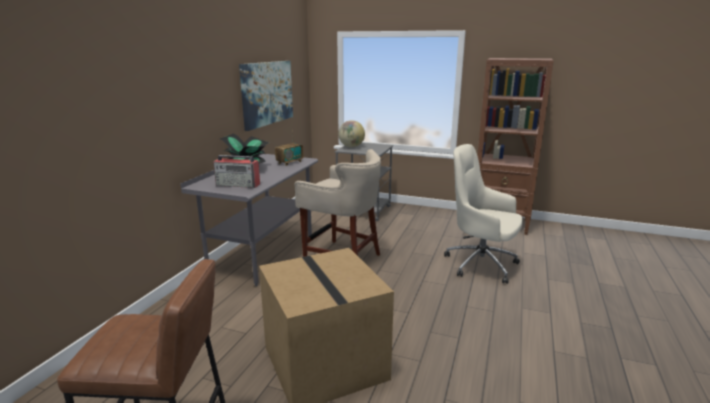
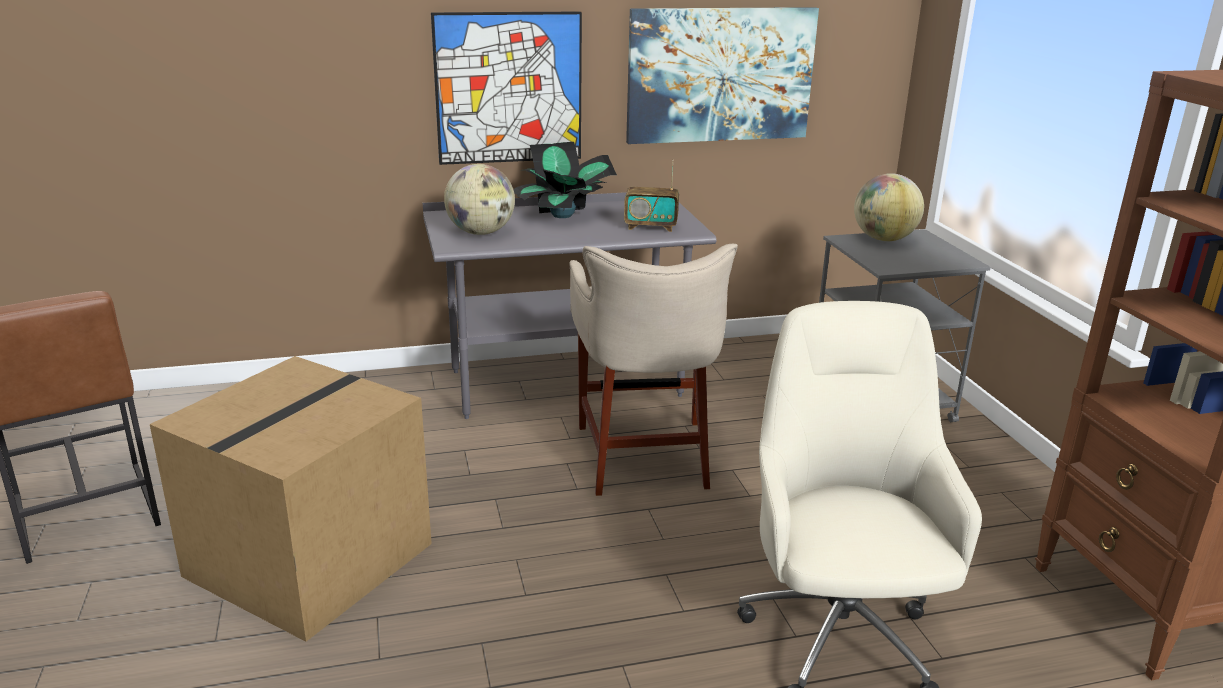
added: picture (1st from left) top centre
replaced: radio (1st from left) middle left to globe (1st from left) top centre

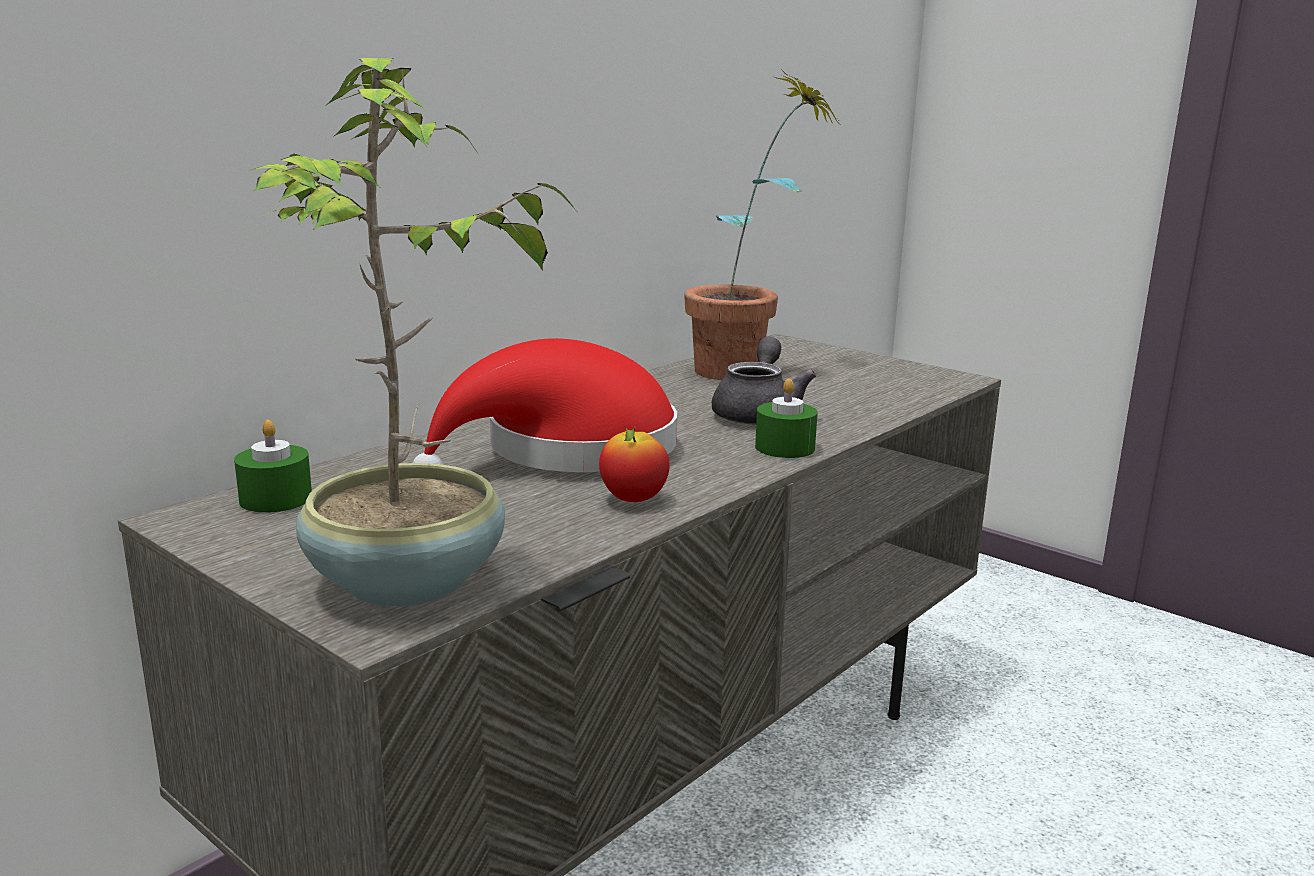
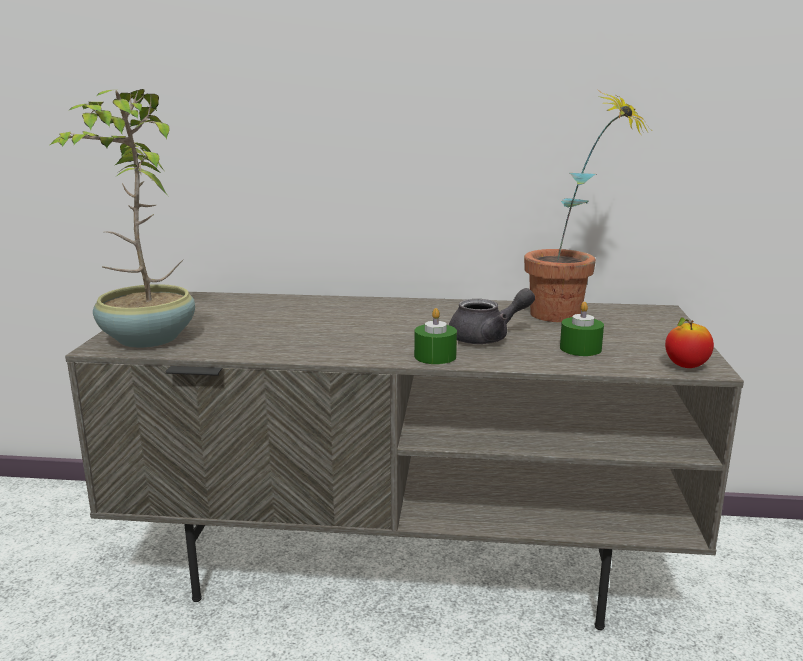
removed: red hat centre
moved: green candle (1st from left in the first image) middle left to green candle (2nd from left) middle right; apple centre to middle right

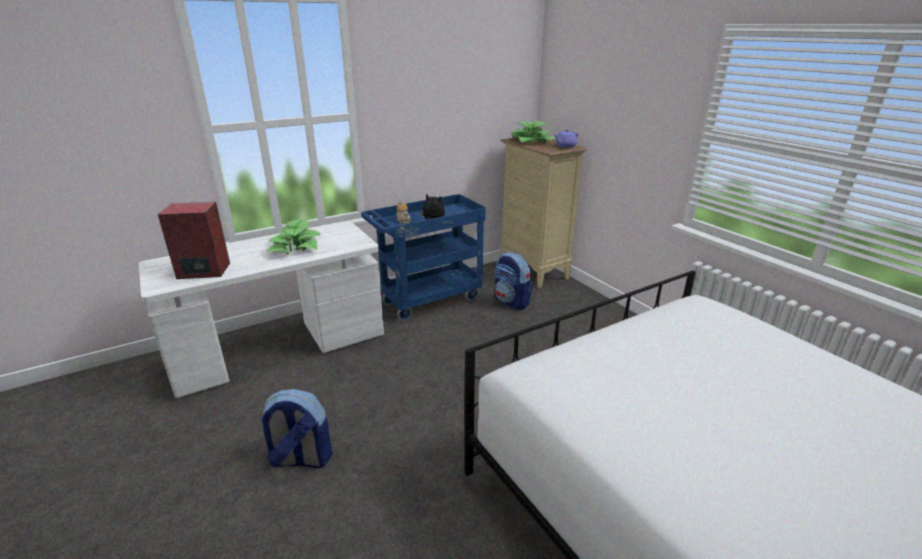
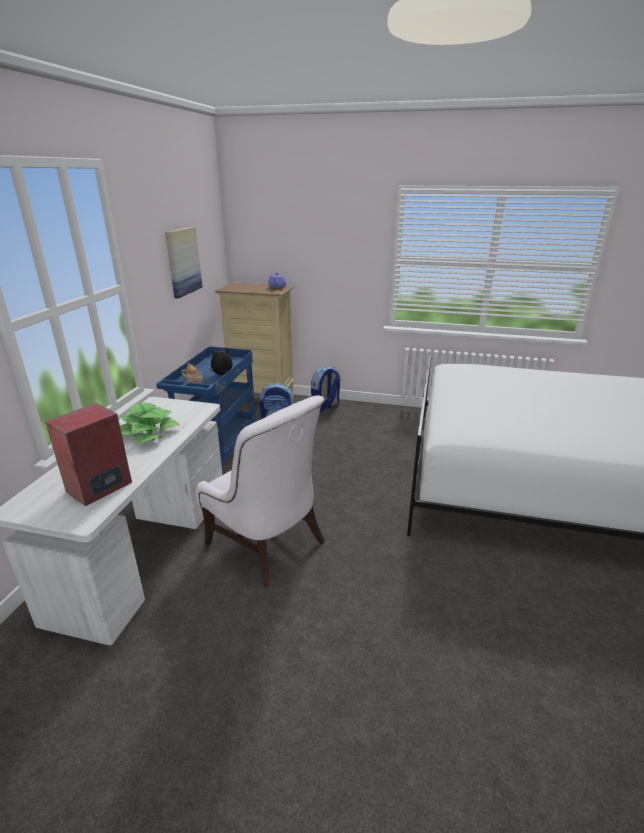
removed: potted plant (2nd from left) top centre
added: picture top left; white chair centre
moved: backpack (1st from left in the first image) bottom left to backpack (2nd from left) centre

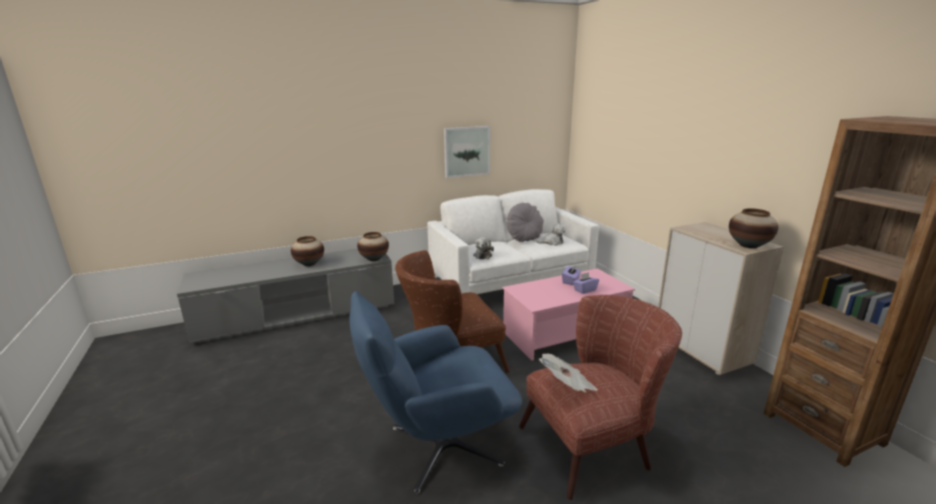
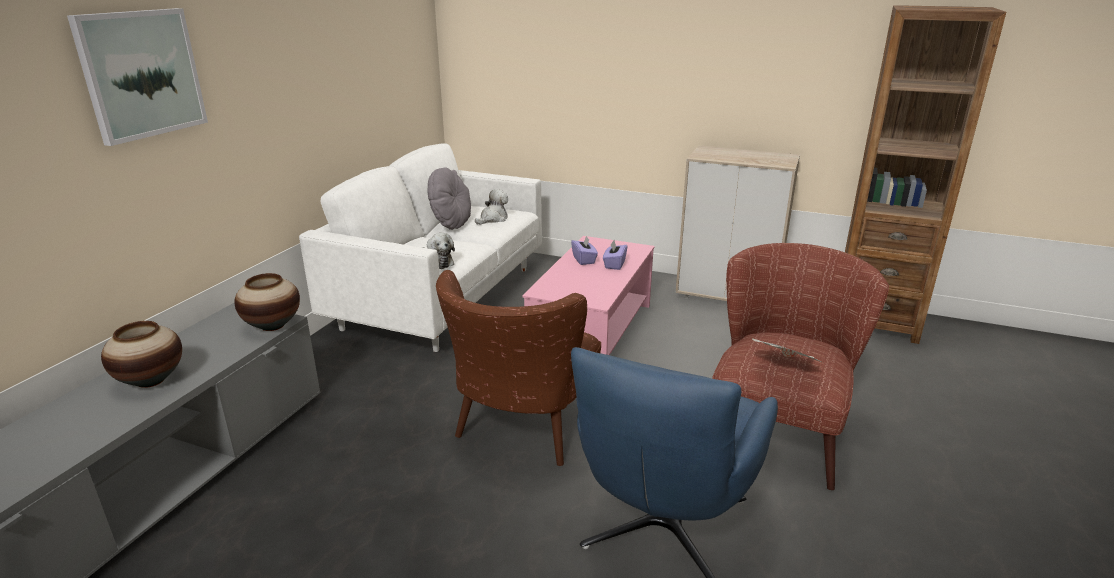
removed: vase (3rd from left) middle right
moved: picture top centre to top left

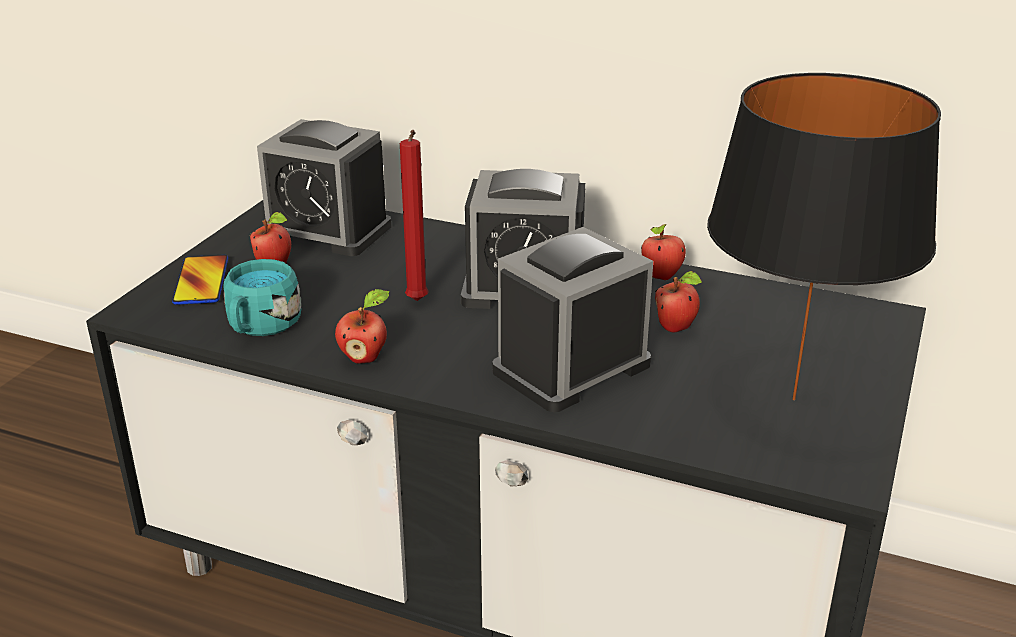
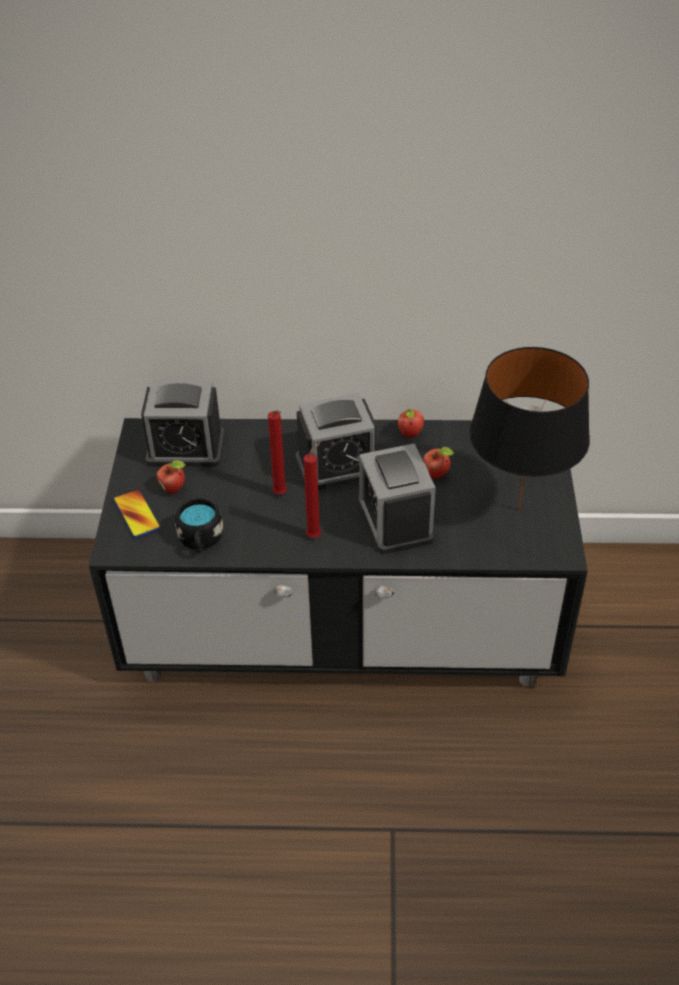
removed: apple (2nd from left) centre
added: red candle (2nd from left) centre
recoloured: turquoise mug middle left to black mug middle left
turned: alarm clock (3rd from left) centre = centre 45 degrees counterclockwise

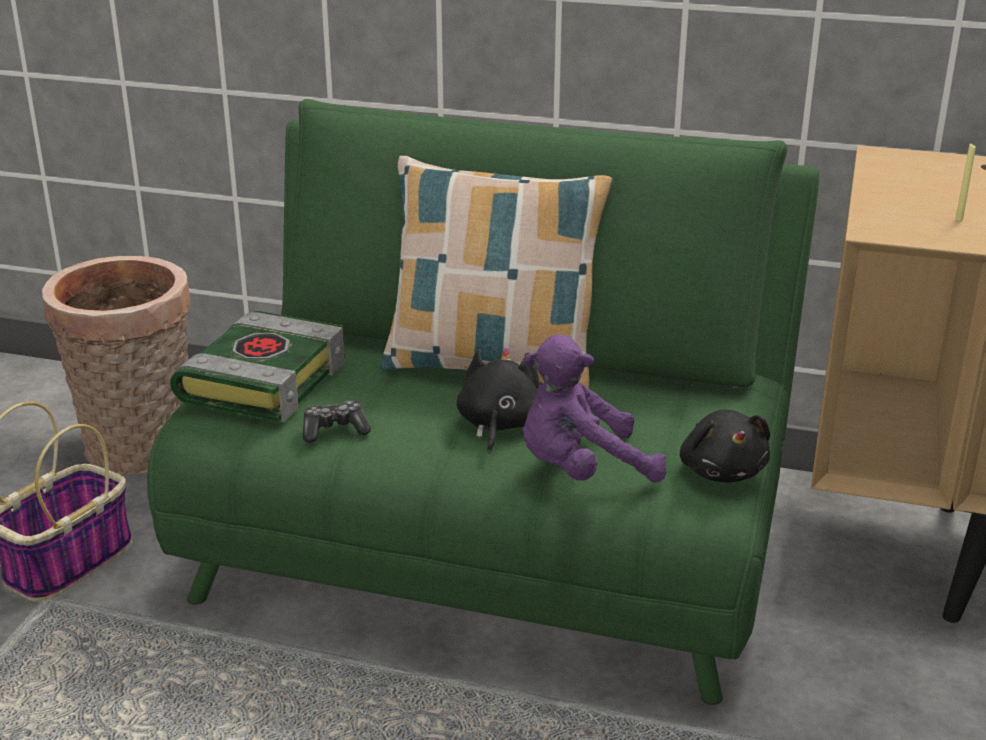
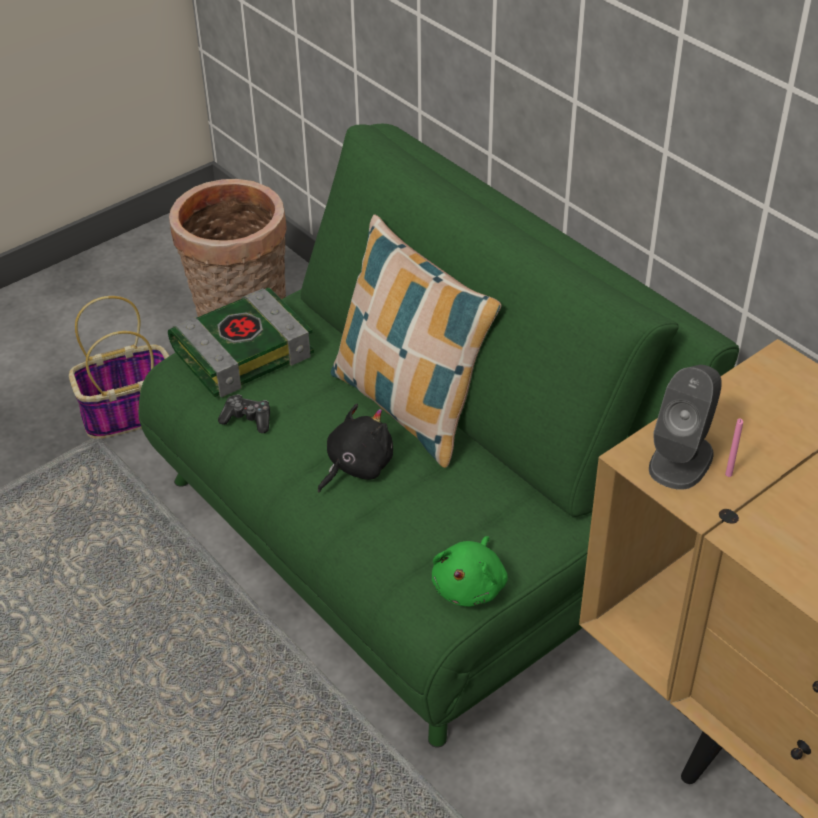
removed: purple plush toy centre
added: grey speaker middle right
recoloured: yellow candle top right to pink candle middle right; black plush toy (2nd from left) middle right to green plush toy bottom centre

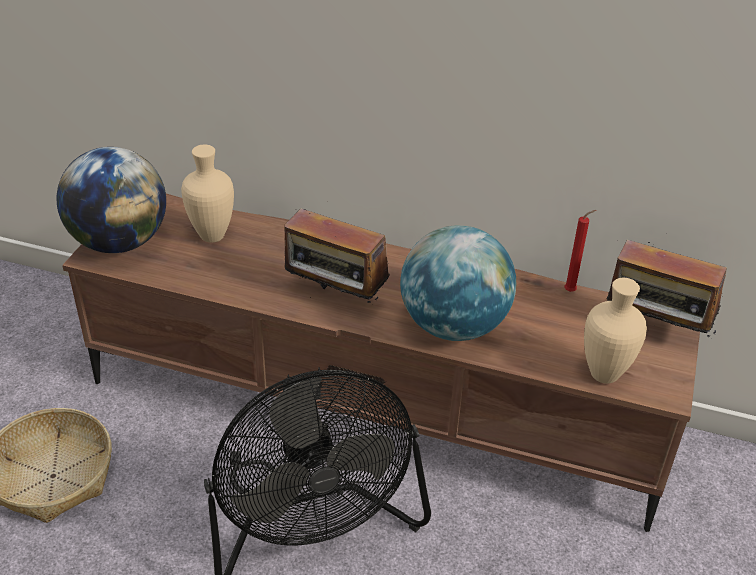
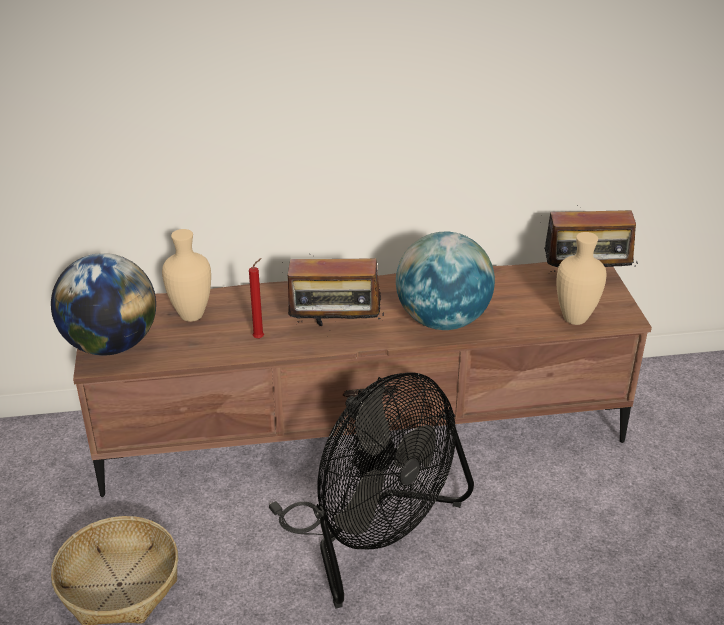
moved: red candle middle right to centre

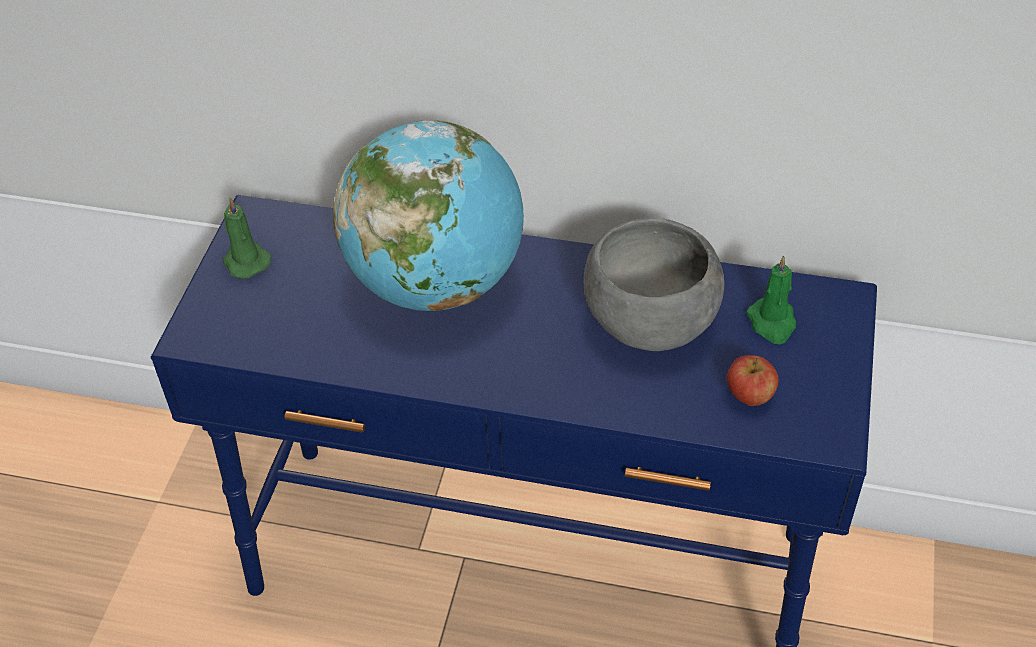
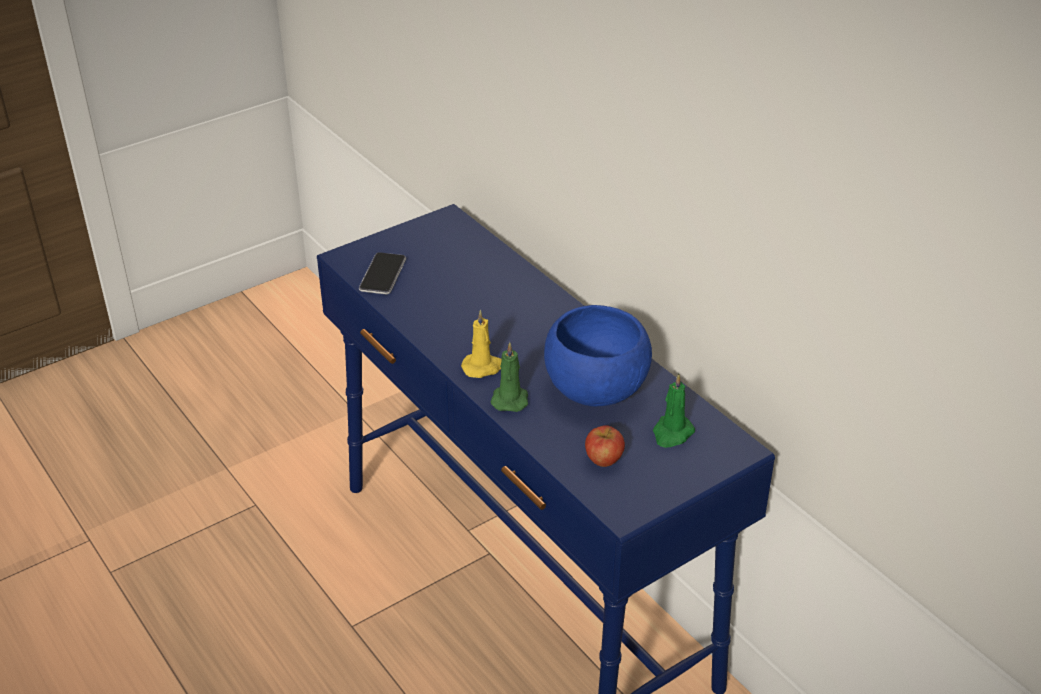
removed: globe top centre
added: phone centre; yellow candle centre
moved: green candle (1st from left) middle left to centre
recoloured: grey bowl centre to blue bowl centre

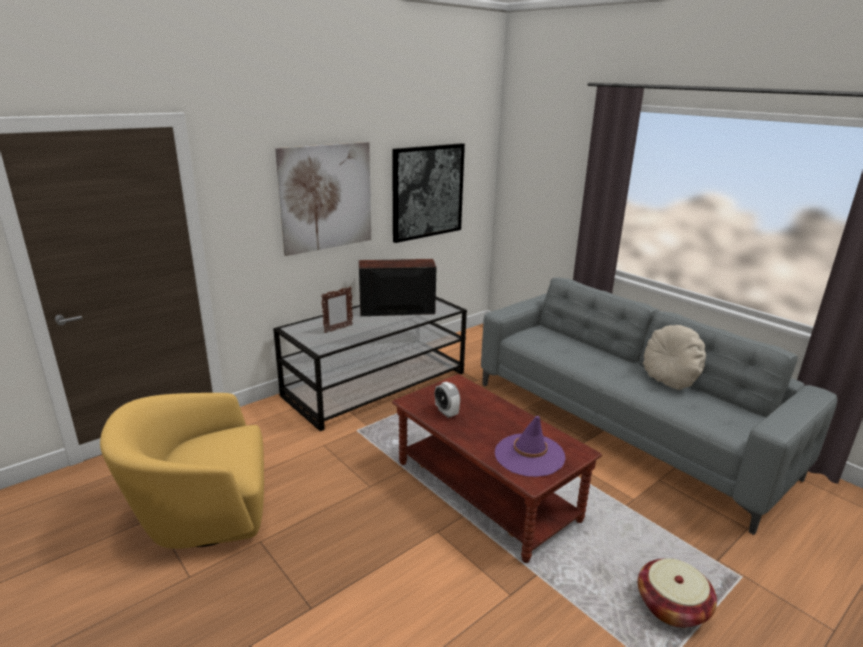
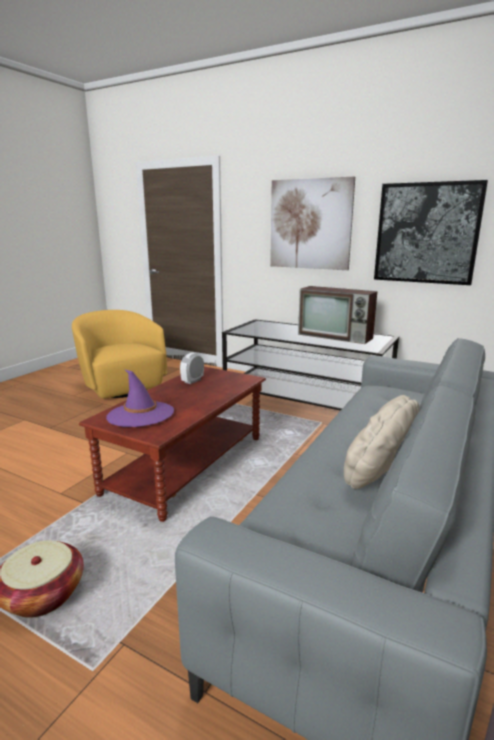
removed: picture frame centre
turned: television centre = middle right 150 degrees clockwise

